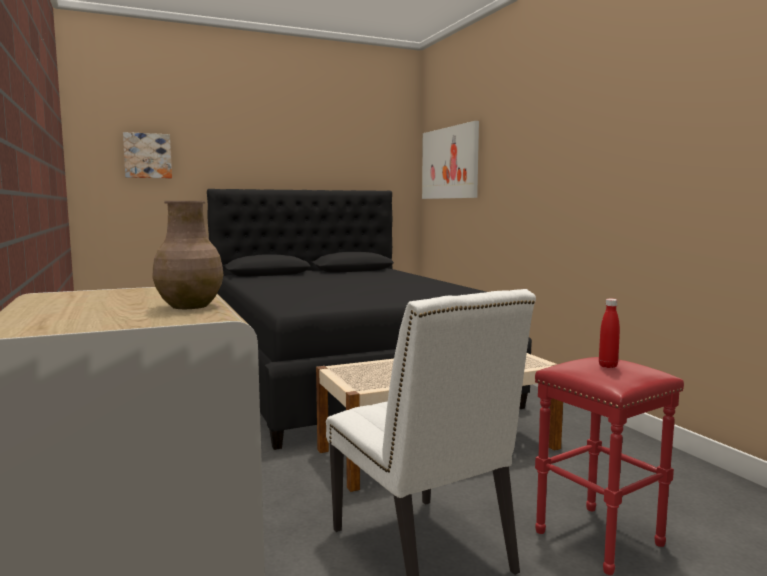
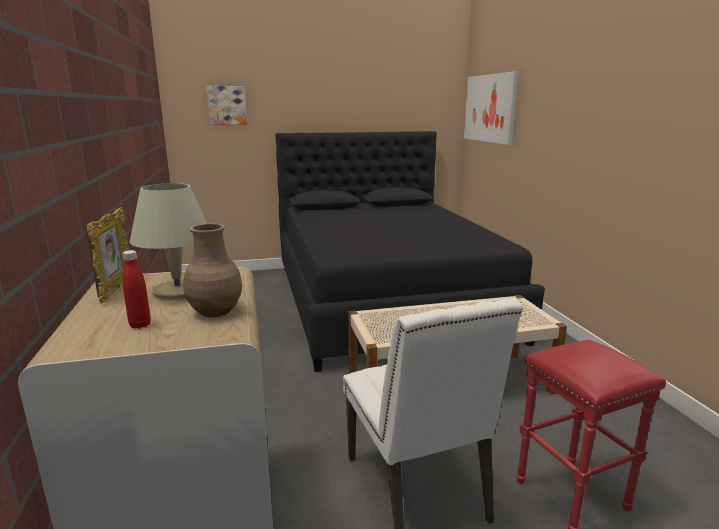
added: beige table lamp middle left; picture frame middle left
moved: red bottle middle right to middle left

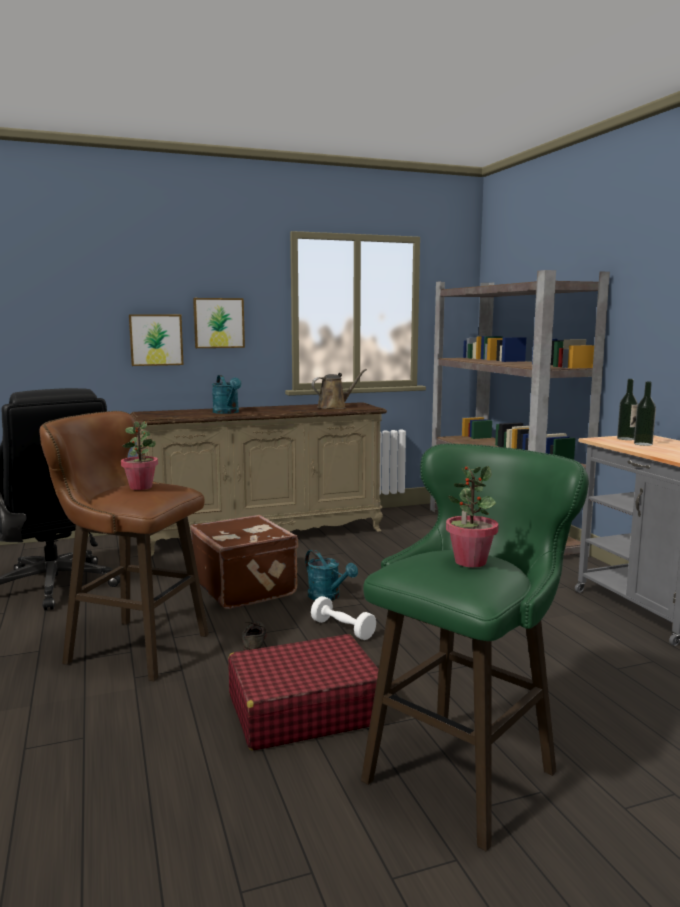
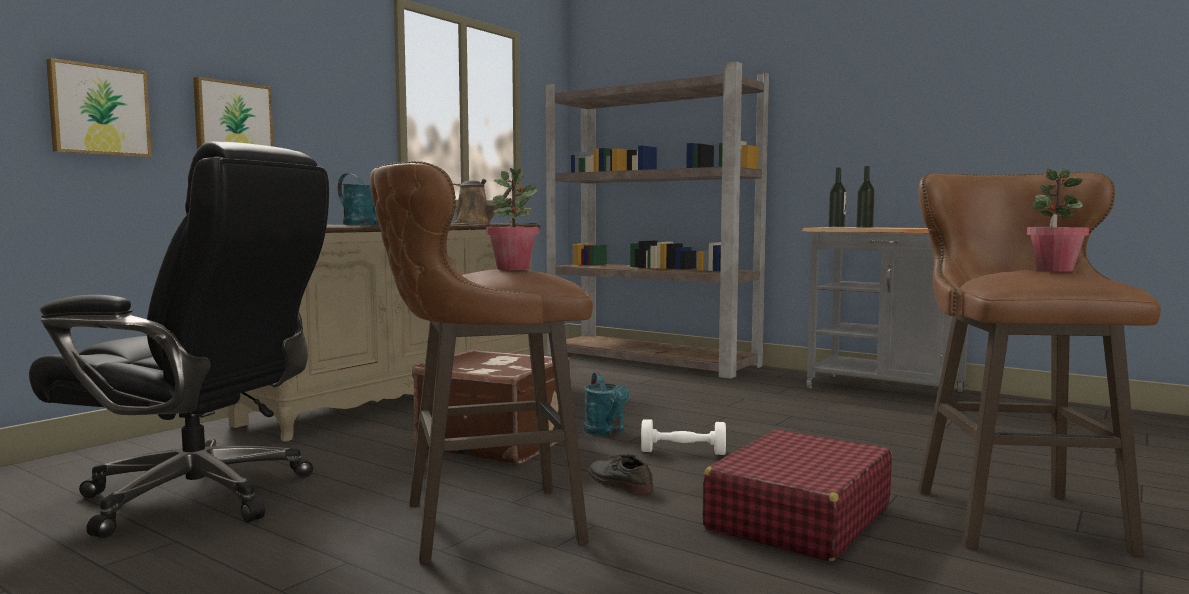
moved: picture (2nd from left in the first image) middle left to picture (1st from left) top left
recoloured: green stool bottom right to brown stool (2nd from left) middle right
turned: brown watering can centre = centre 75 degrees clockwise; turquoise watering can (2nd from left) centre = bottom centre 60 degrees clockwise

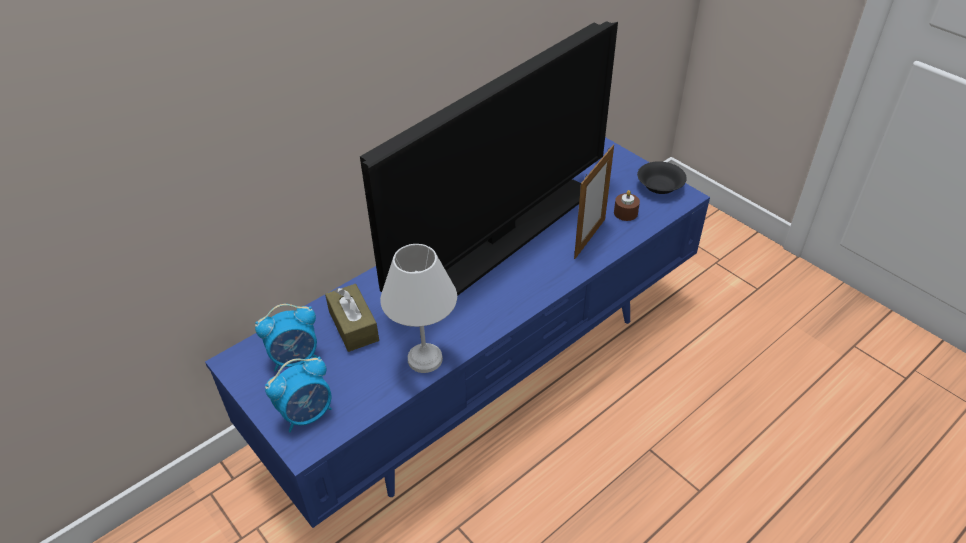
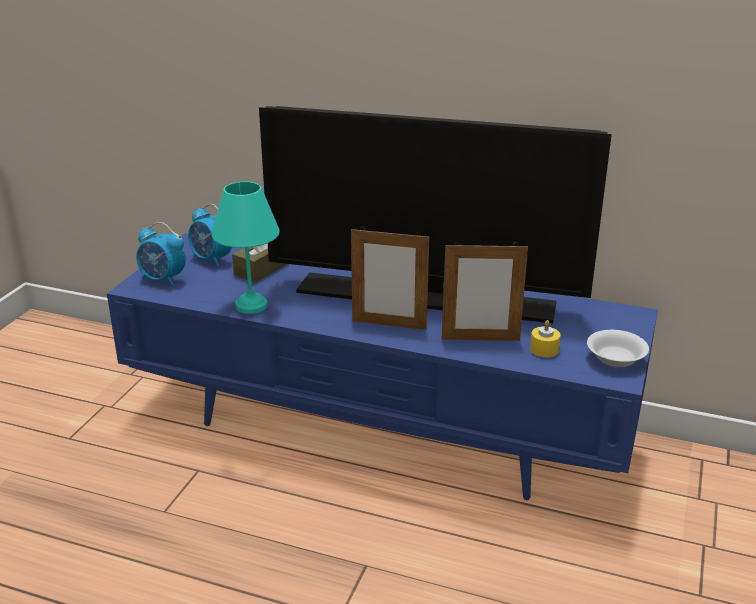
added: picture frame (1st from left) centre
recoloured: black bowl top right to white bowl middle right; brown candle centre to yellow candle middle right; white table lamp centre to turquoise table lamp middle left

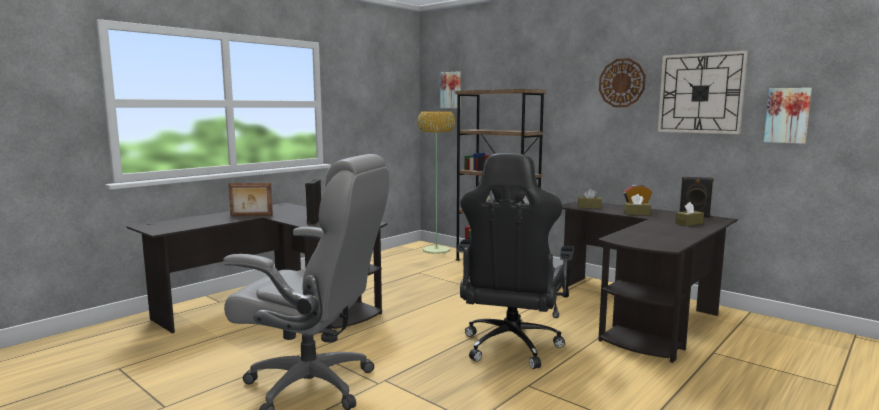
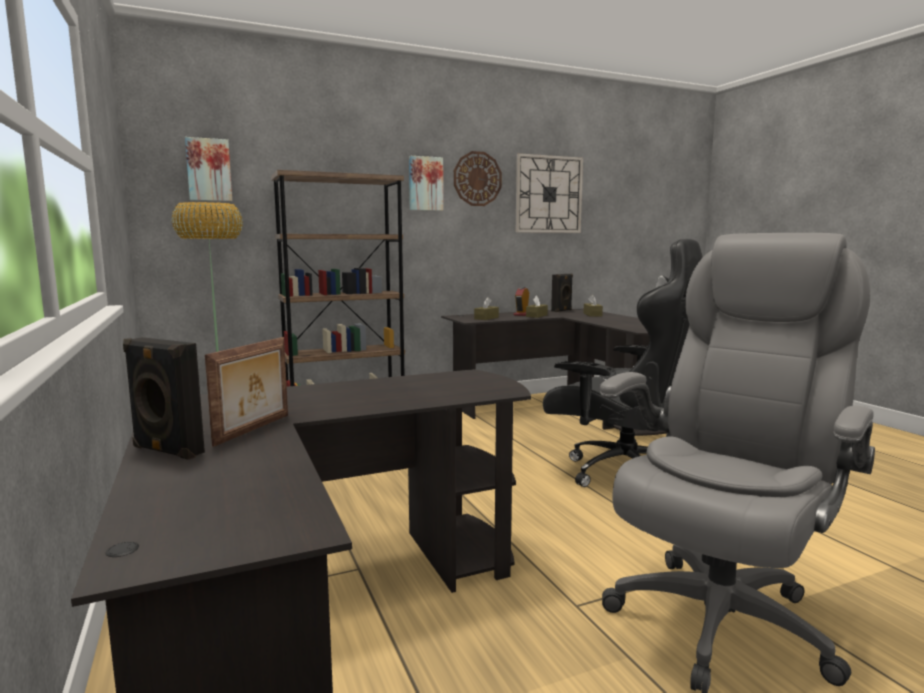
moved: picture (2nd from left) top right to top centre; black speaker (1st from left) centre to middle left

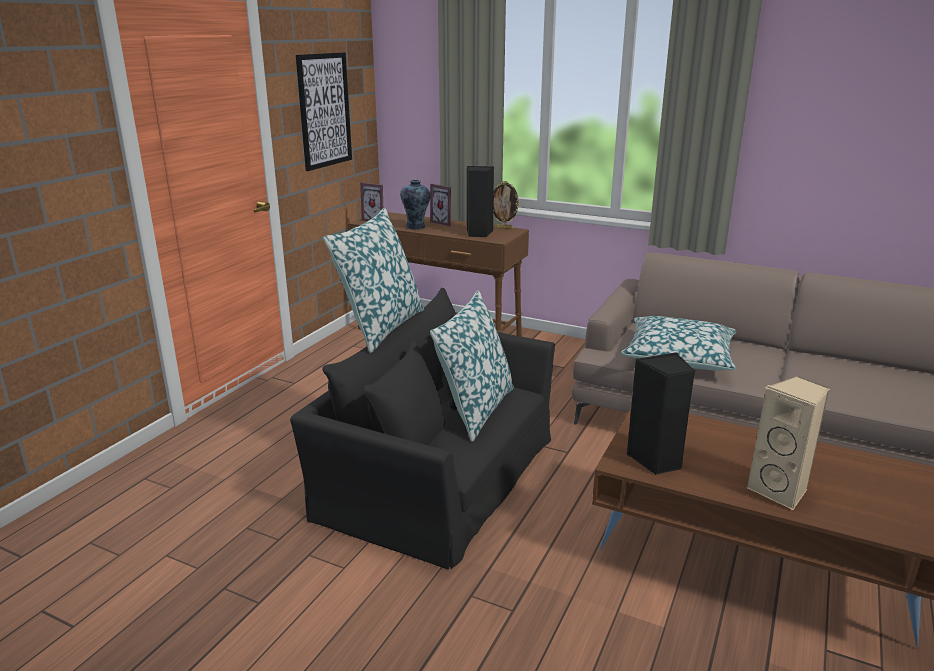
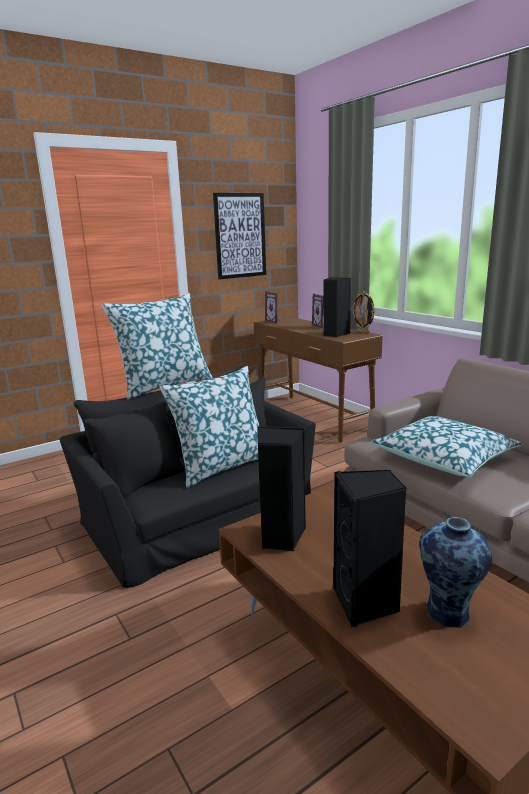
moved: vase top centre to bottom right
recoloured: beige speaker middle right to black speaker (3rd from left) bottom right

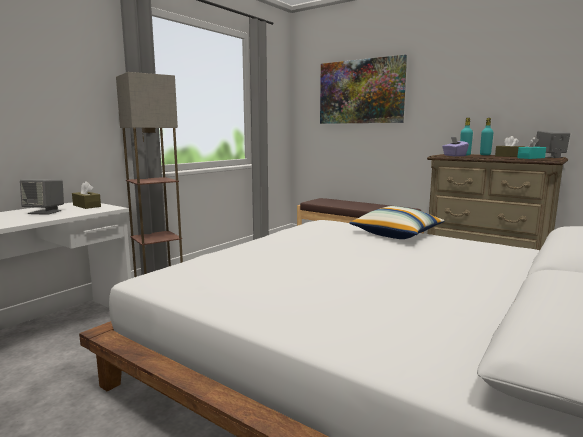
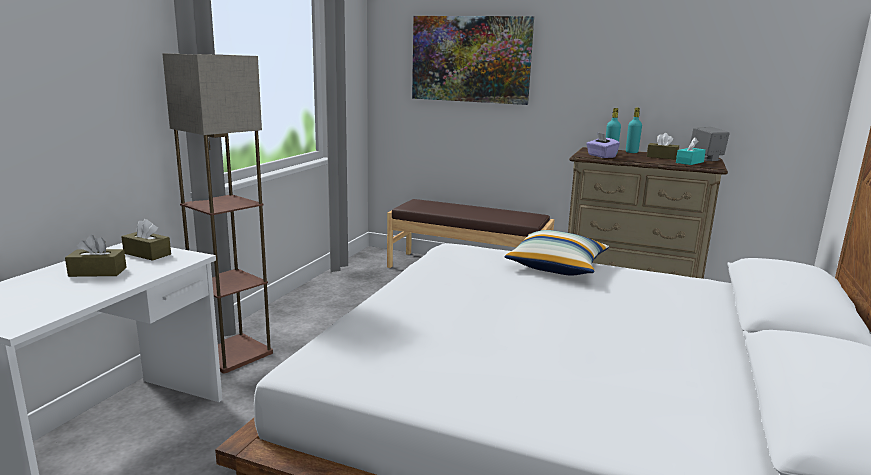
replaced: grey speaker (1st from left) middle left to brown tissue box (1st from left) middle left

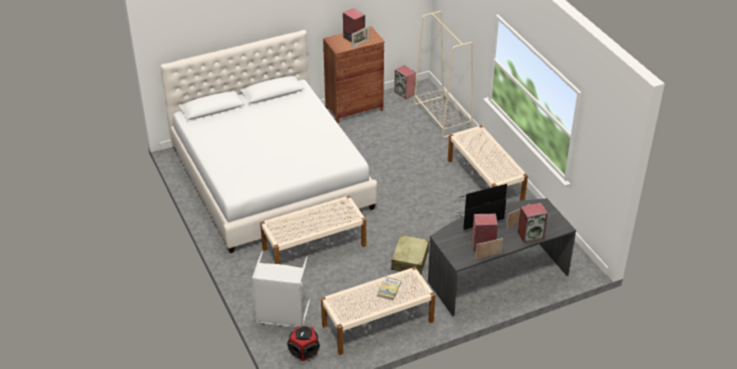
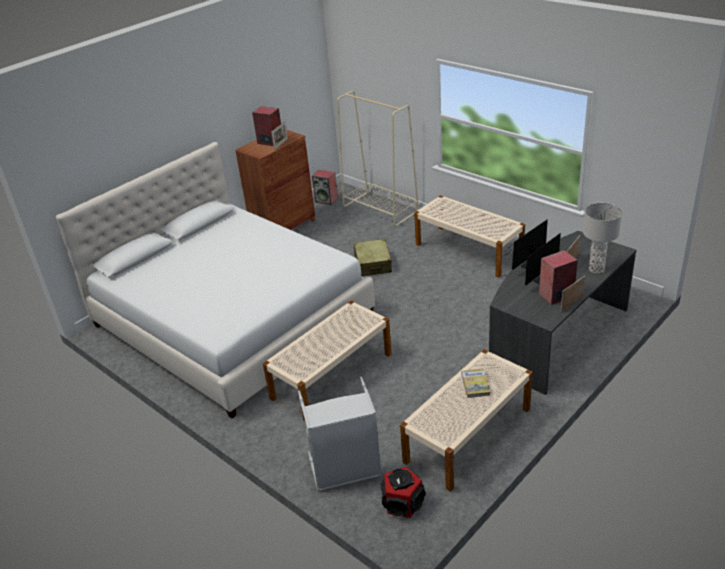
moved: beige suitcase bottom centre to centre
replaced: speaker (5th from left) middle right to white table lamp middle right

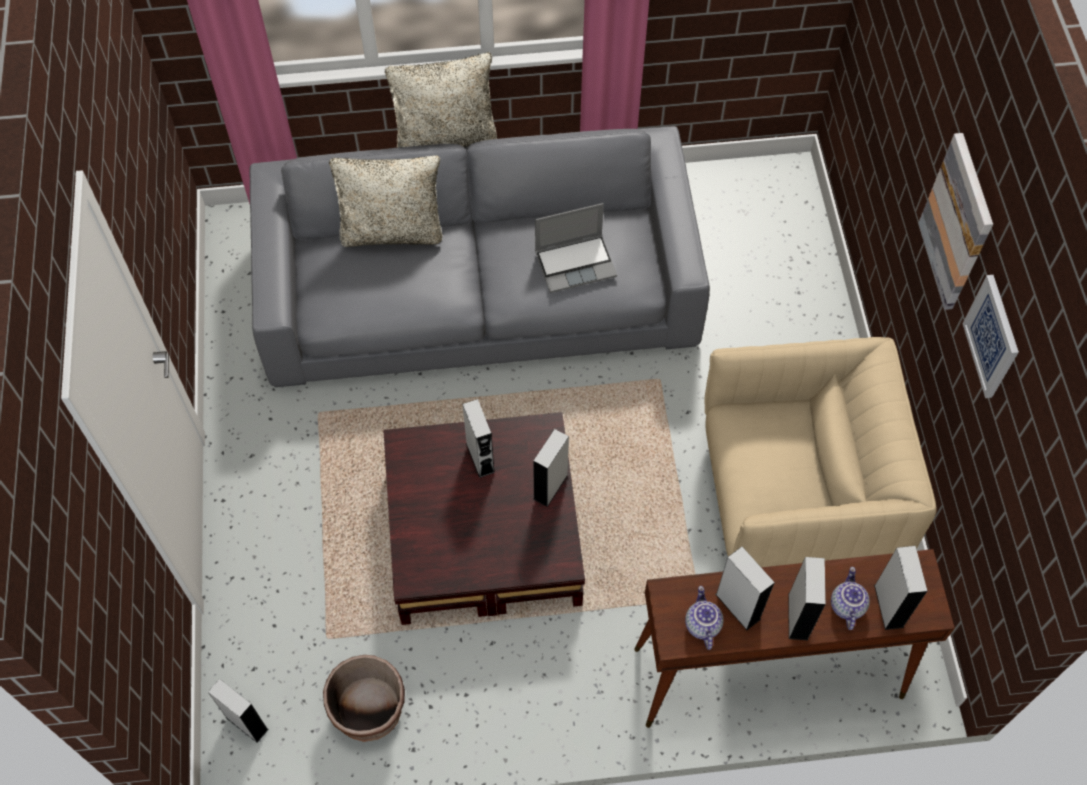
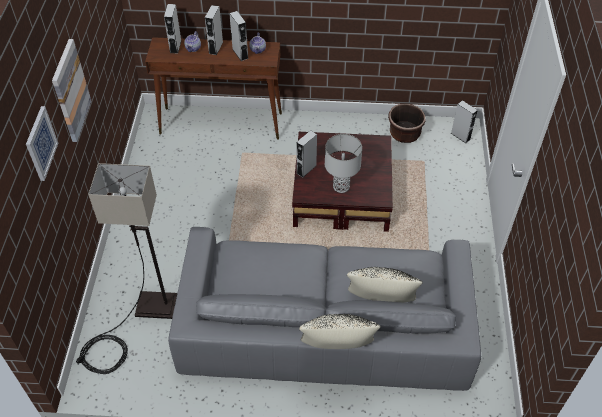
removed: laptop top centre; beige armchair middle right
added: floor lamp middle left
moved: picture (2nd from left in the first image) middle right to picture (1st from left) middle left
replaced: grey speaker (2nd from left) centre to white table lamp centre

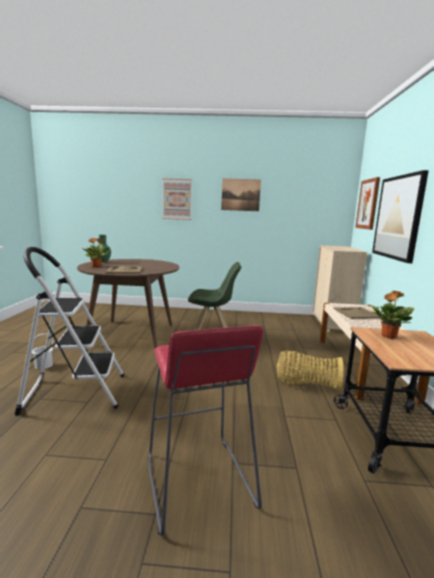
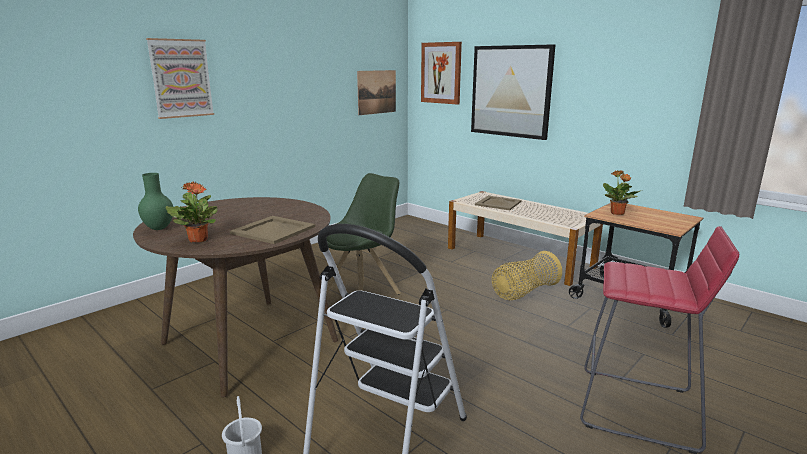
removed: beige cabinet middle right
moved: picture (2nd from left) centre to top centre

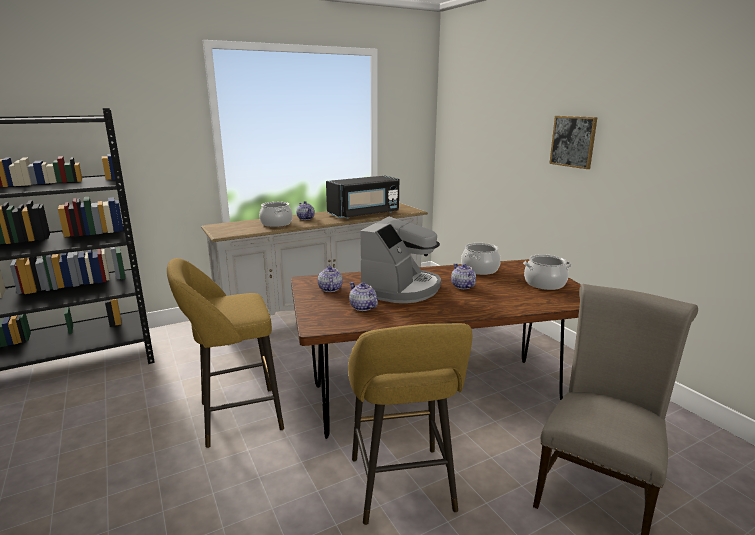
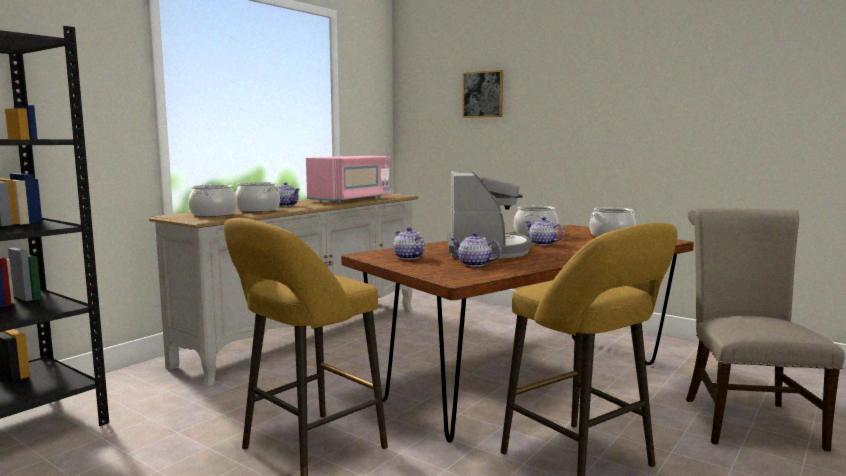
added: cooking pot (1st from left) middle left
moved: picture top right to top centre
recoloured: black microwave centre to pink microwave centre

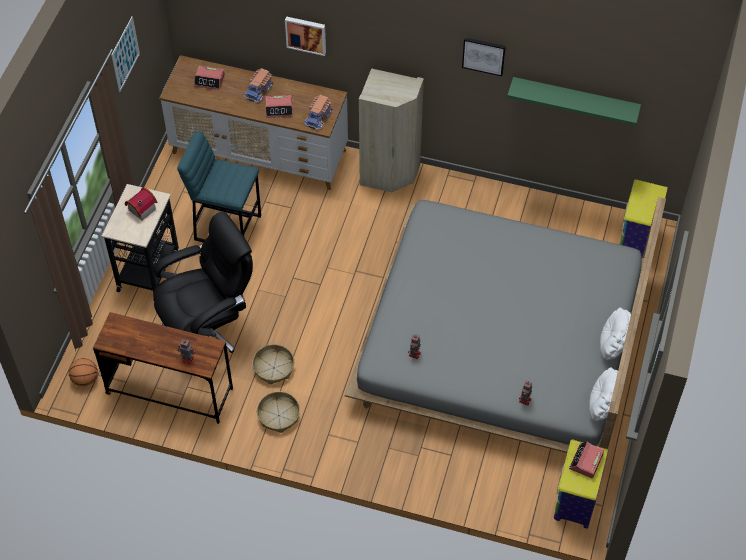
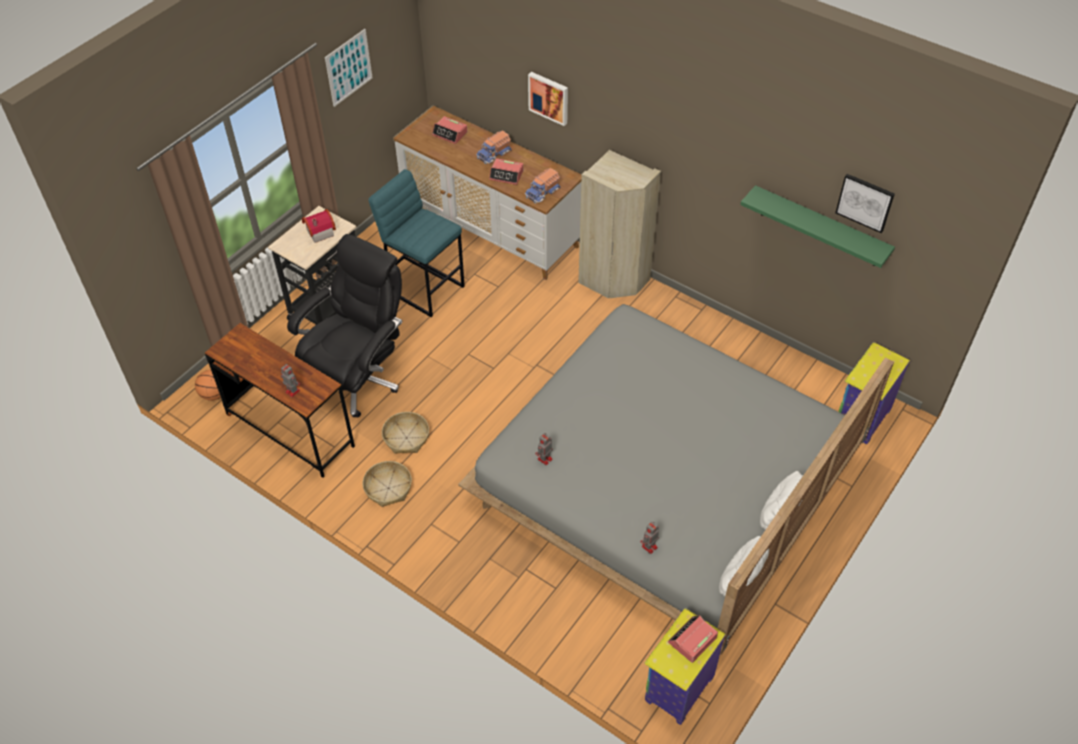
moved: picture (3rd from left) top centre to top right
turned: black office chair middle left = middle left 45 degrees counterclockwise

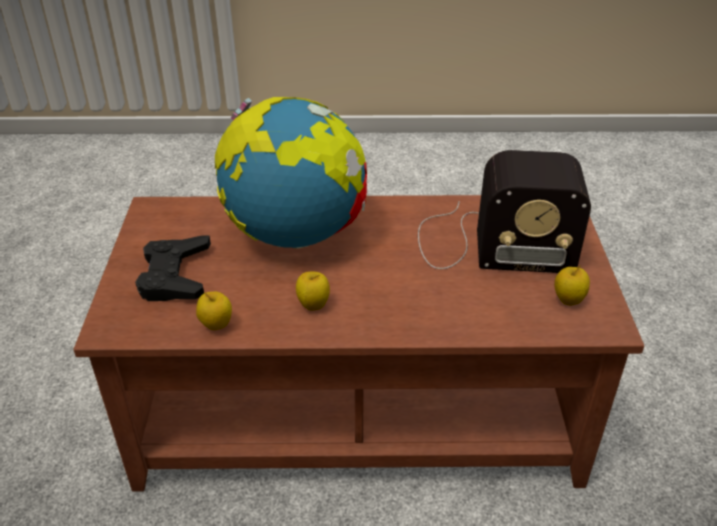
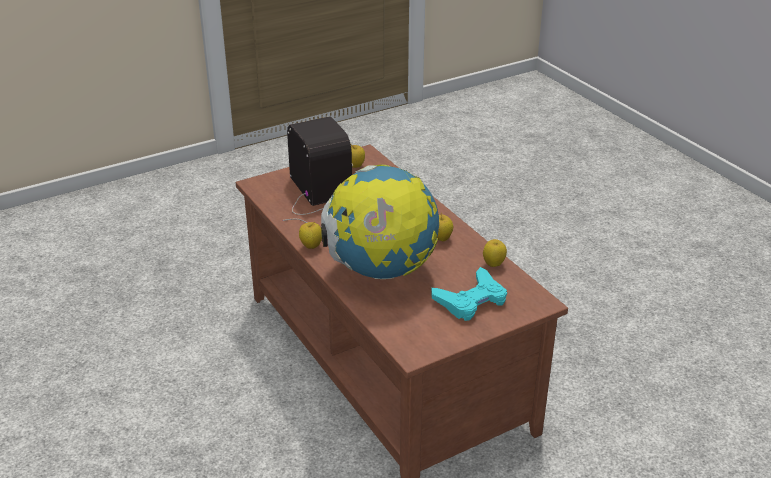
added: apple (1st from left) centre
recoloured: black game controller middle left to turquoise game controller centre

